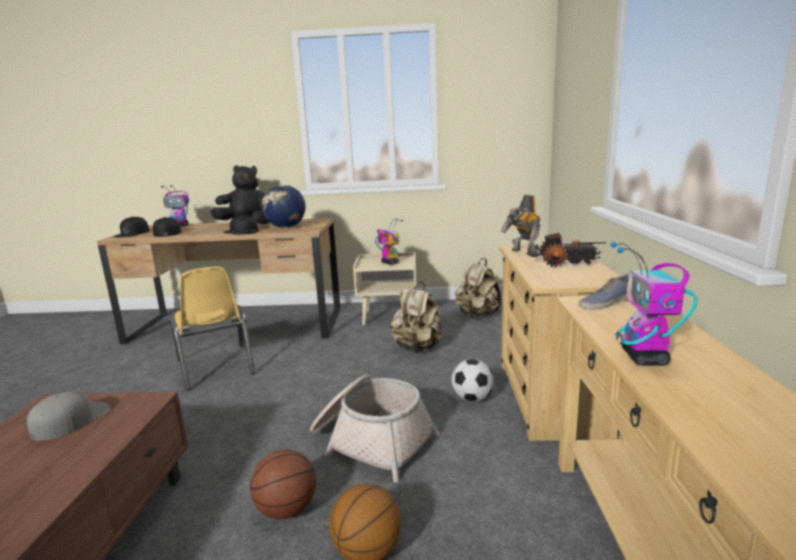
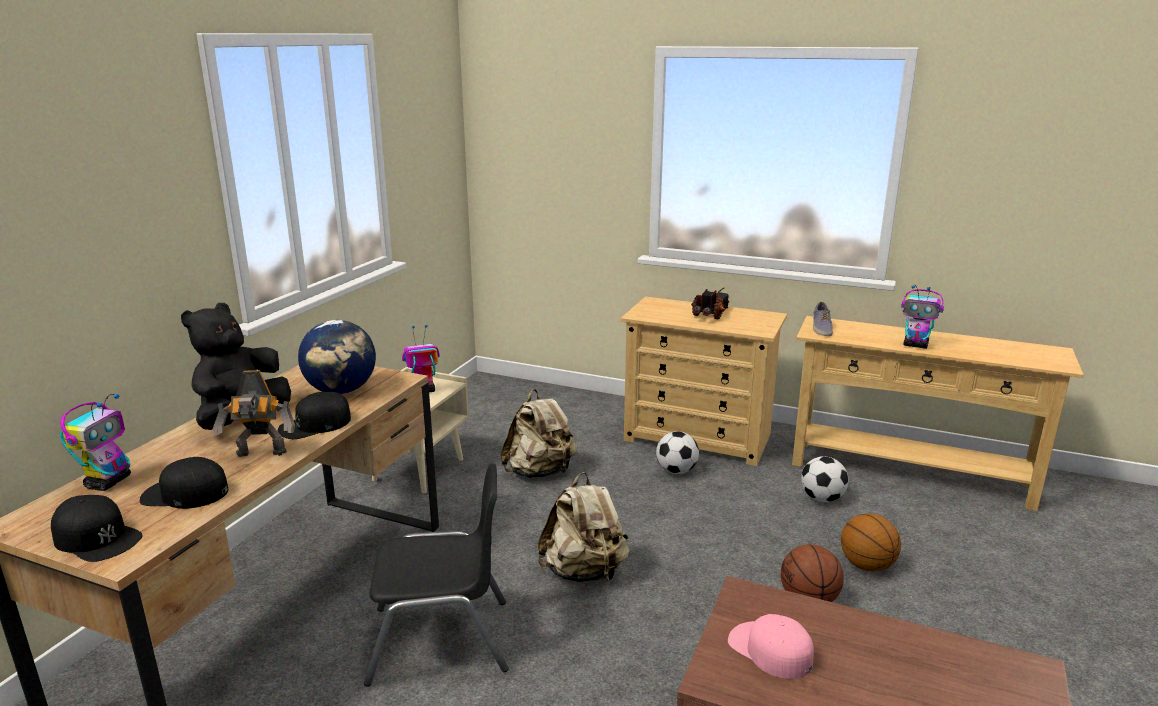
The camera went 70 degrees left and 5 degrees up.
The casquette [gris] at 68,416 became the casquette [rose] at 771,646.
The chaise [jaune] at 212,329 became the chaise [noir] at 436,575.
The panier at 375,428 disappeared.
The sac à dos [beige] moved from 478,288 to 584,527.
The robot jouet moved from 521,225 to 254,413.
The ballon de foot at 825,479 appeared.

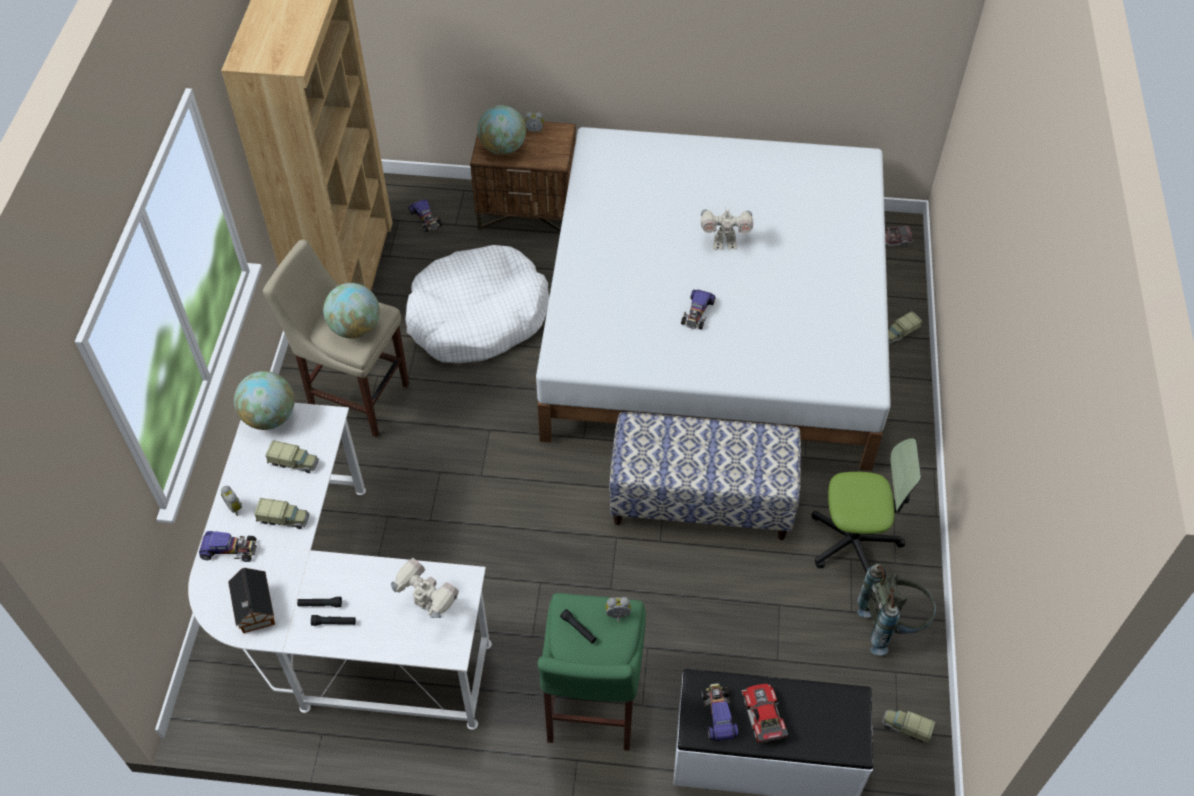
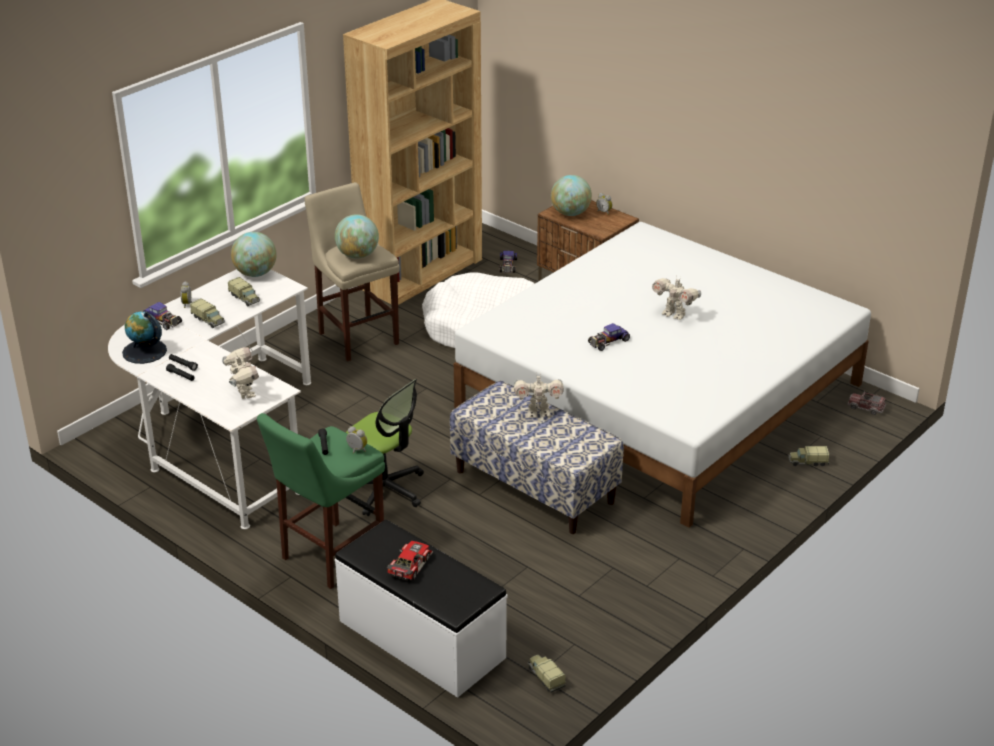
The camera went 35 degrees right and 20 degrees down.
The maison miniature at 251,600 was replaced by the globe at 144,337.
The petite voiture at 720,712 disappeared.
The chaise de bureau moved from 866,505 to 385,447.
The sac à dos [gris] at 896,609 disappeared.
The robot jouet at 539,396 appeared.

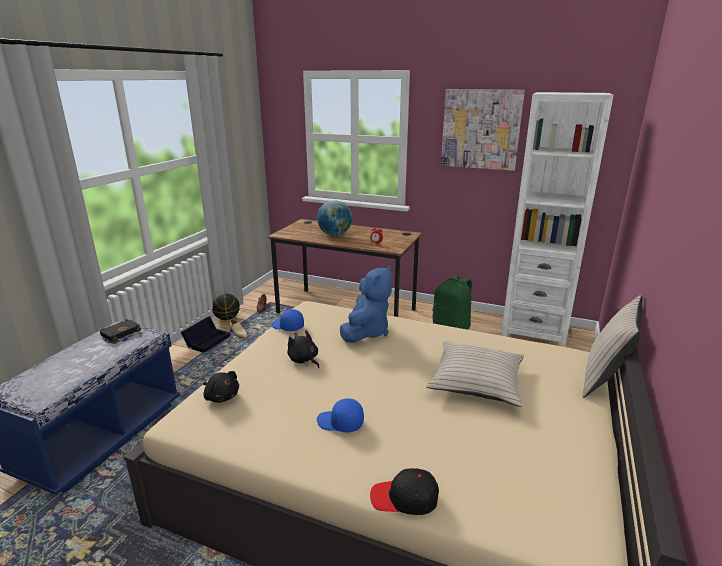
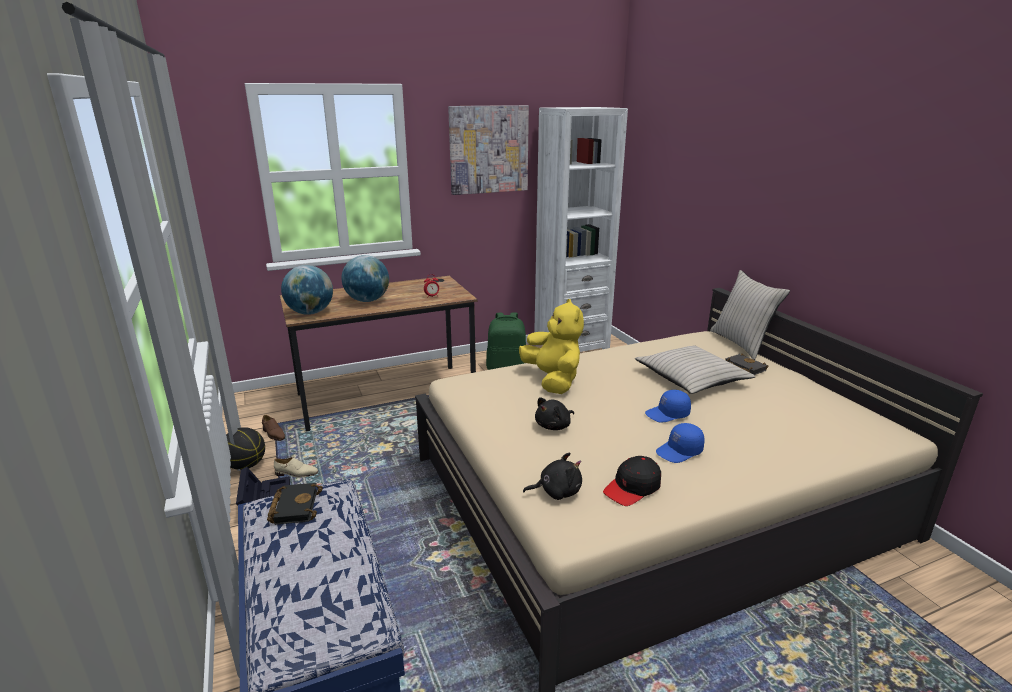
The camera went 45 degrees left and 0 degrees up.
The casquette [bleu] moved from 288,320 to 668,406.
The peluche [noir] at 303,349 turned 45 degrees counterclockwise.
The peluche [bleu] at 366,303 became the peluche [jaune] at 551,346.
The casquette [noir] moved from 404,491 to 632,481.
The globe at 307,290 appeared.
The livre [noir] at 747,364 appeared.

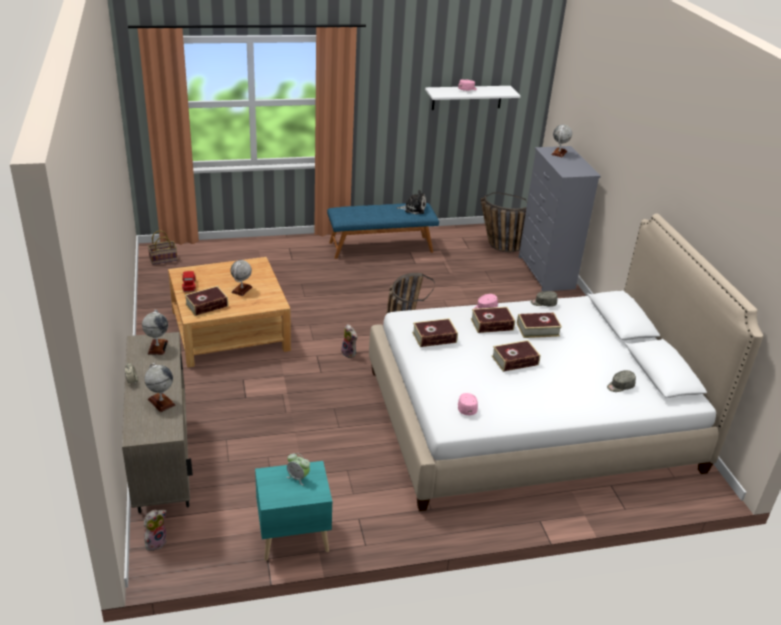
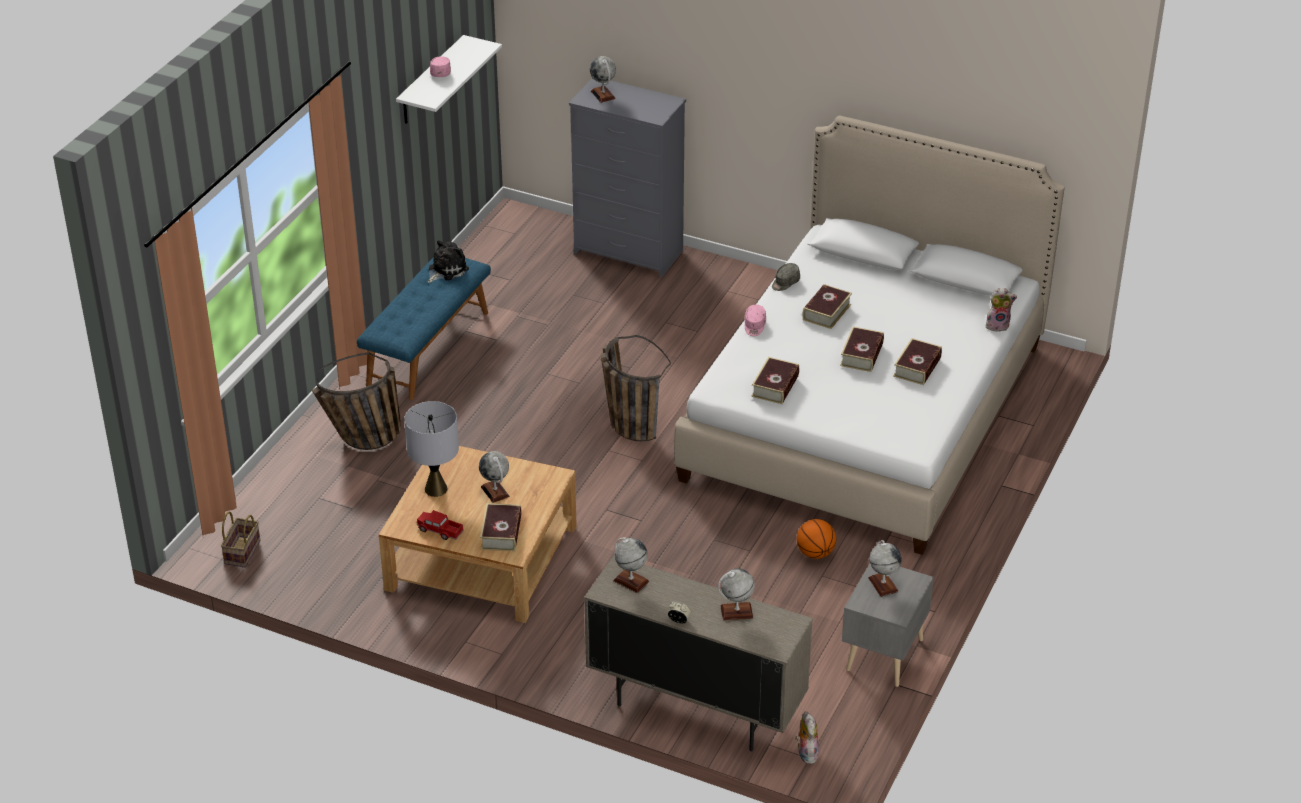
The camera went 50 degrees left and 5 degrees up.
The table de chevet [turquoise] at 293,511 became the table de chevet [gris] at 888,625.
The réveil at 298,469 was replaced by the globe at 885,568.
The peluche moved from 349,341 to 1001,310.
The casquette [rose] at 468,404 disappeared.
The livre moved from 493,320 to 917,361.
The panier moved from 504,222 to 356,401.
The casquette [gris] at 621,381 disappeared.
The lampe de table [gris] at 431,449 appeared.
The ballon de basket at 816,539 appeared.

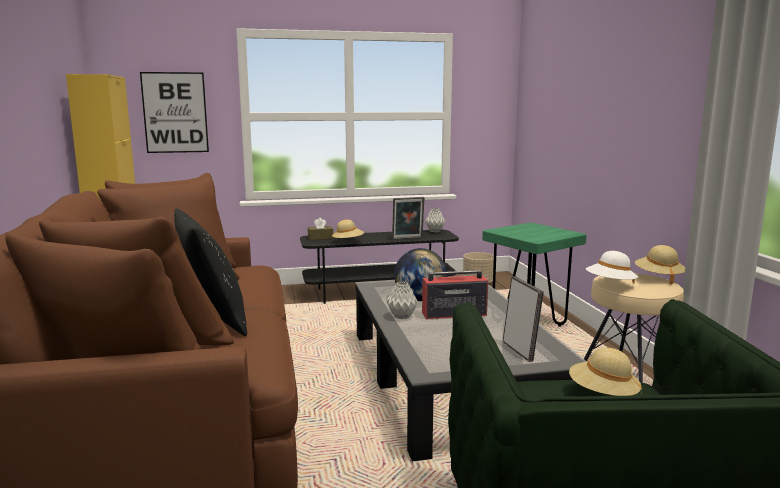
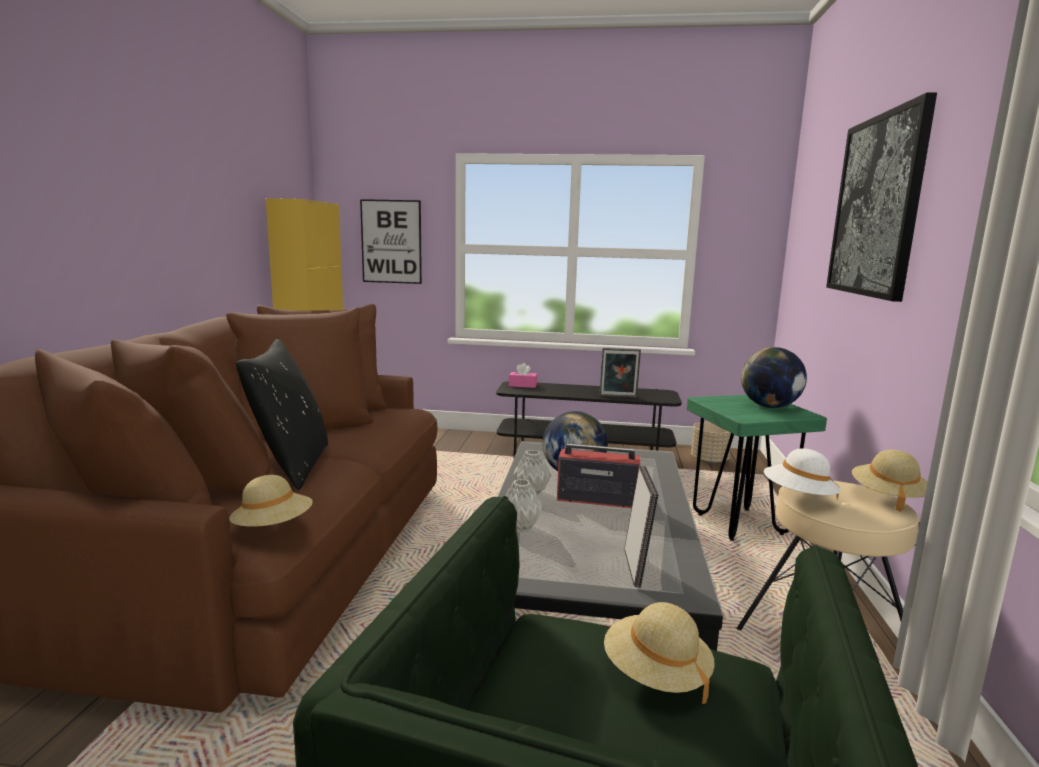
The camera went 20 degrees right and 0 degrees up.
The boîte à mouchoirs [marron] at 320,229 became the boîte à mouchoirs [rose] at 523,375.
The chapeau [beige] moved from 348,229 to 271,501.
The vase [gris] moved from 435,220 to 524,506.
The globe at 774,377 appeared.
The tableau at 881,197 appeared.

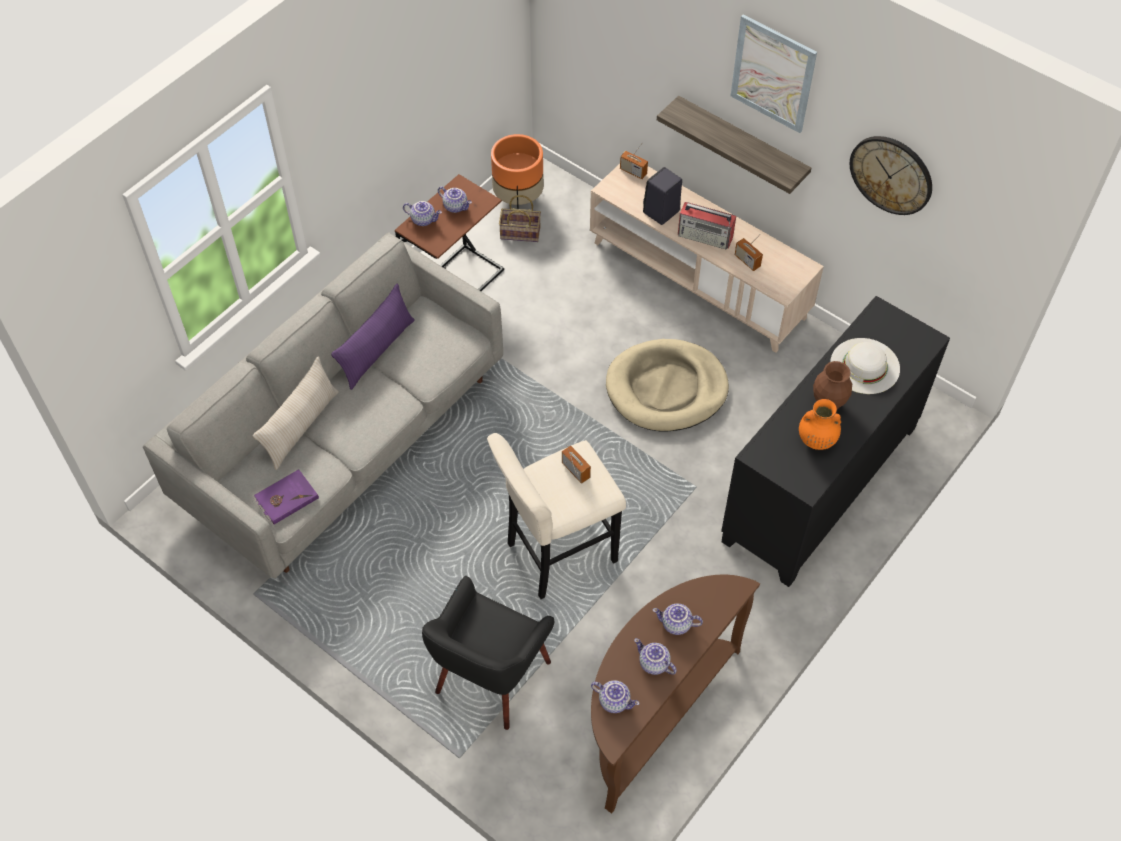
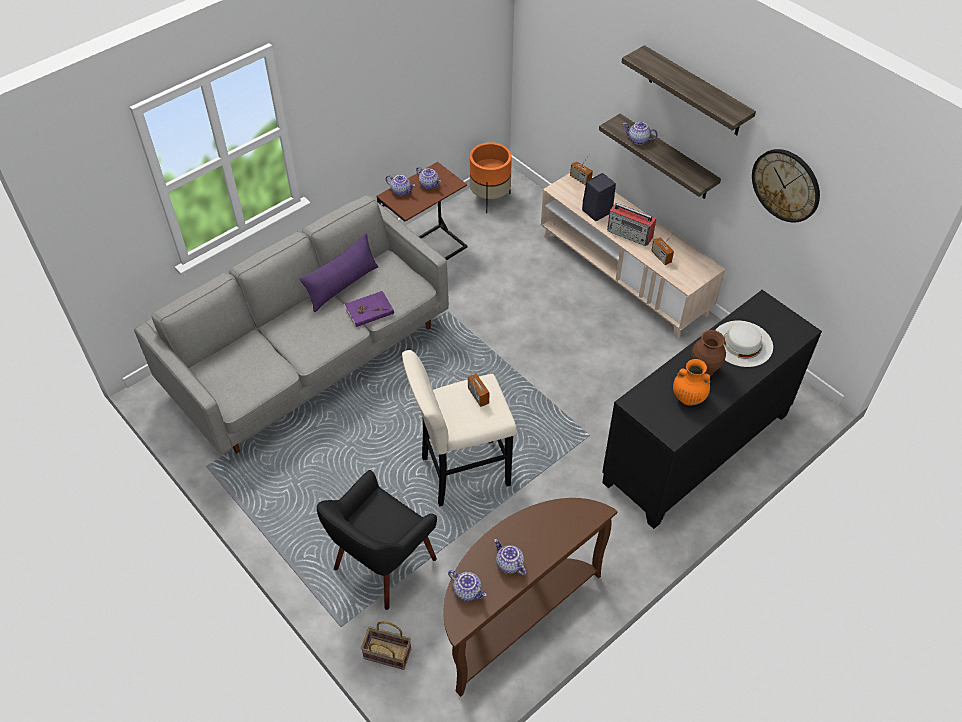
The camera went 10 degrees right and 5 degrees down.
The coussin [beige] at 296,413 disappeared.
The livre [violet] moved from 286,496 to 369,309.
The panier moved from 520,218 to 386,645.
The panier pour chien [beige] at 667,385 disappeared.
The théière moved from 678,619 to 640,133.
The tableau at 773,74 was replaced by the étagère at 688,90.

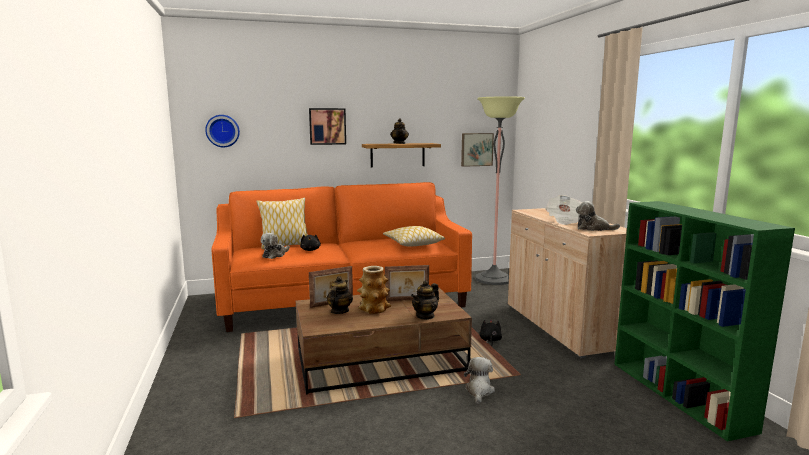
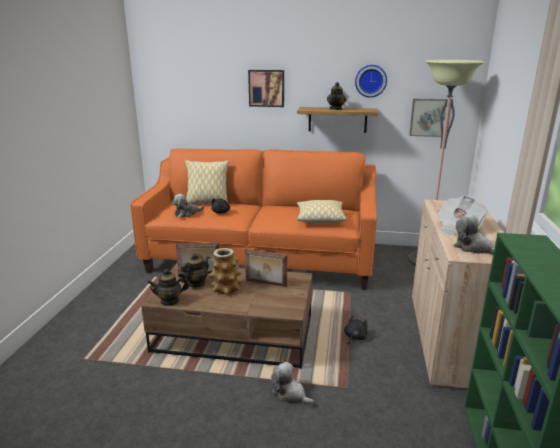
The camera went 25 degrees right and 10 degrees up.
The horloge murale moved from 222,131 to 371,81.
The théière moved from 425,300 to 168,287.
The peluche at 479,380 turned 90 degrees counterclockwise.

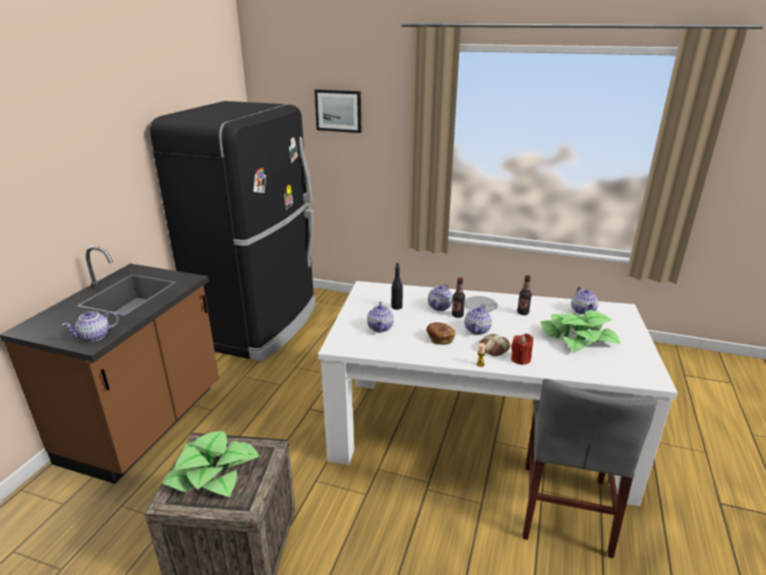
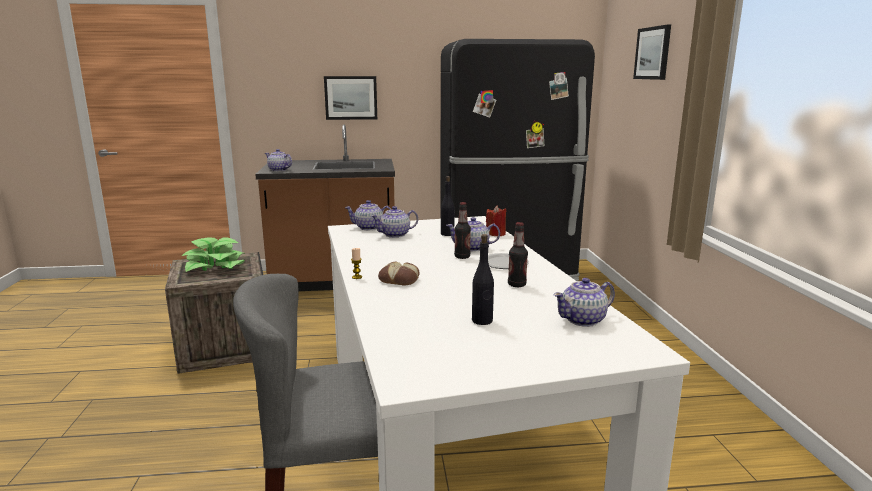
The camera went 65 degrees right and 10 degrees down.
The pain at 440,333 disappeared.
The théière moved from 478,319 to 368,215.
The bougie [rouge] moved from 522,349 to 496,220.
The plante en pot at 581,331 was replaced by the bouteille [noir] at 483,279.
The tableau at 350,98 appeared.

